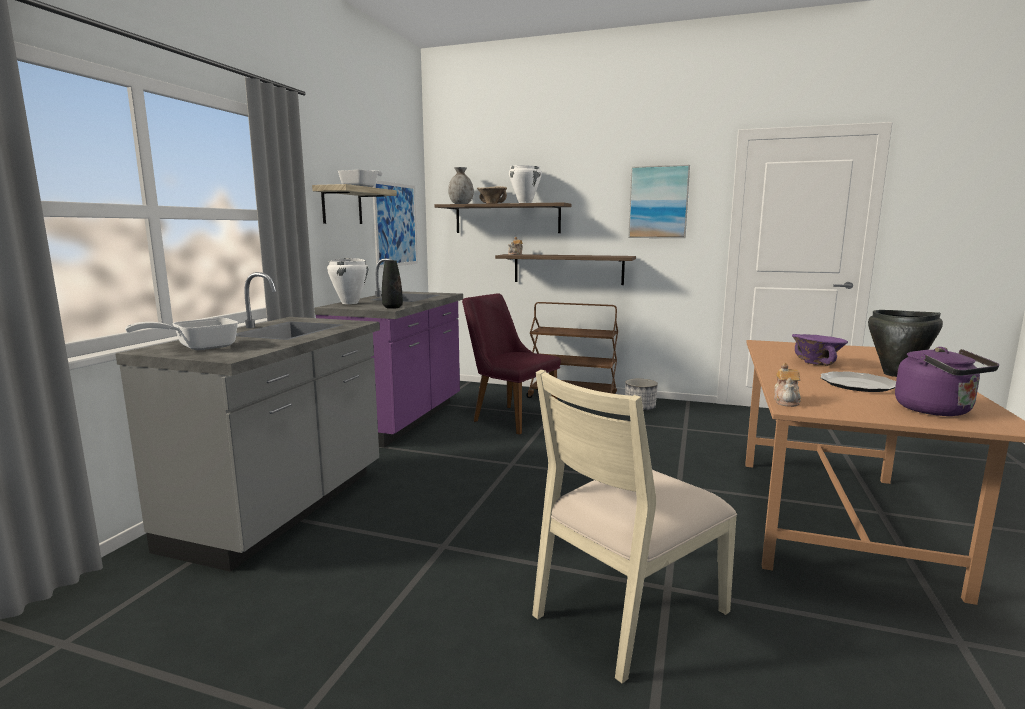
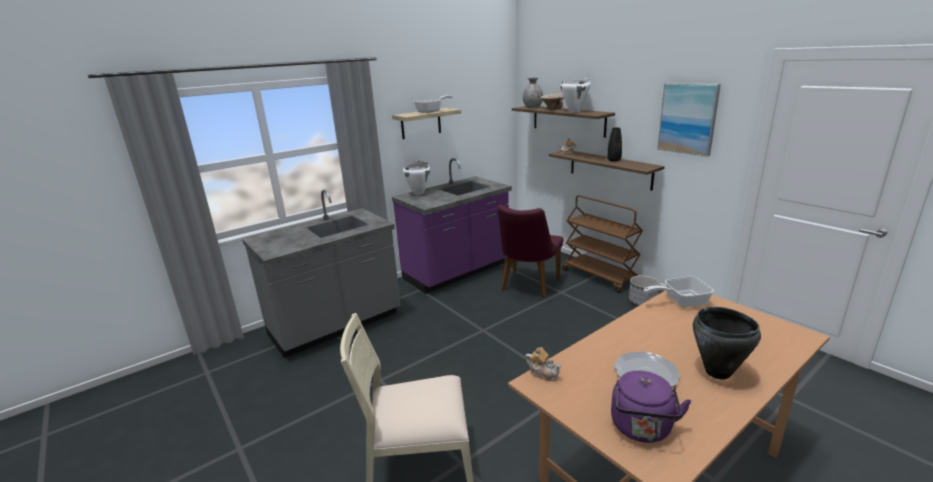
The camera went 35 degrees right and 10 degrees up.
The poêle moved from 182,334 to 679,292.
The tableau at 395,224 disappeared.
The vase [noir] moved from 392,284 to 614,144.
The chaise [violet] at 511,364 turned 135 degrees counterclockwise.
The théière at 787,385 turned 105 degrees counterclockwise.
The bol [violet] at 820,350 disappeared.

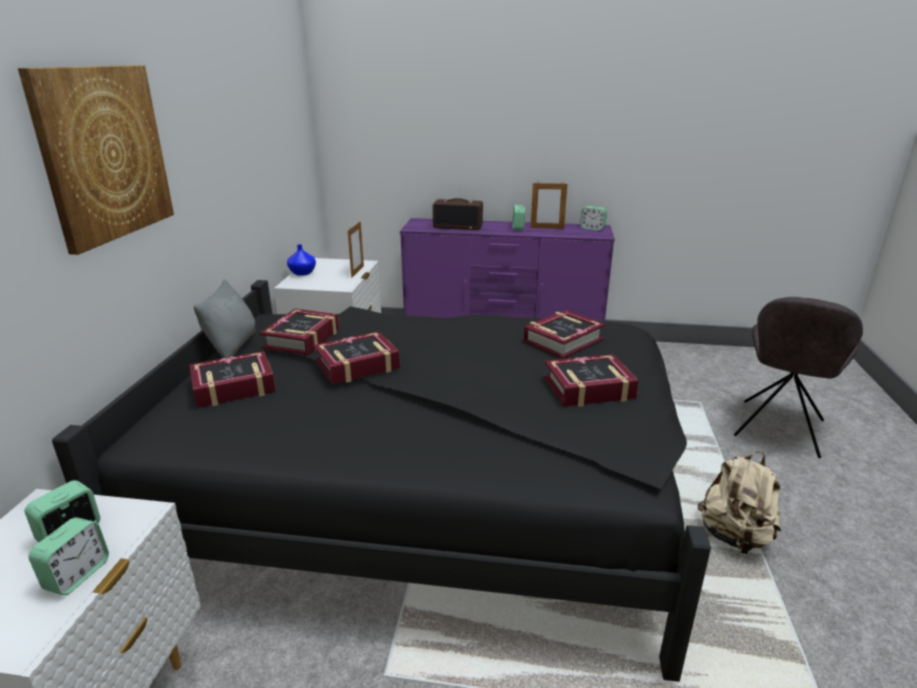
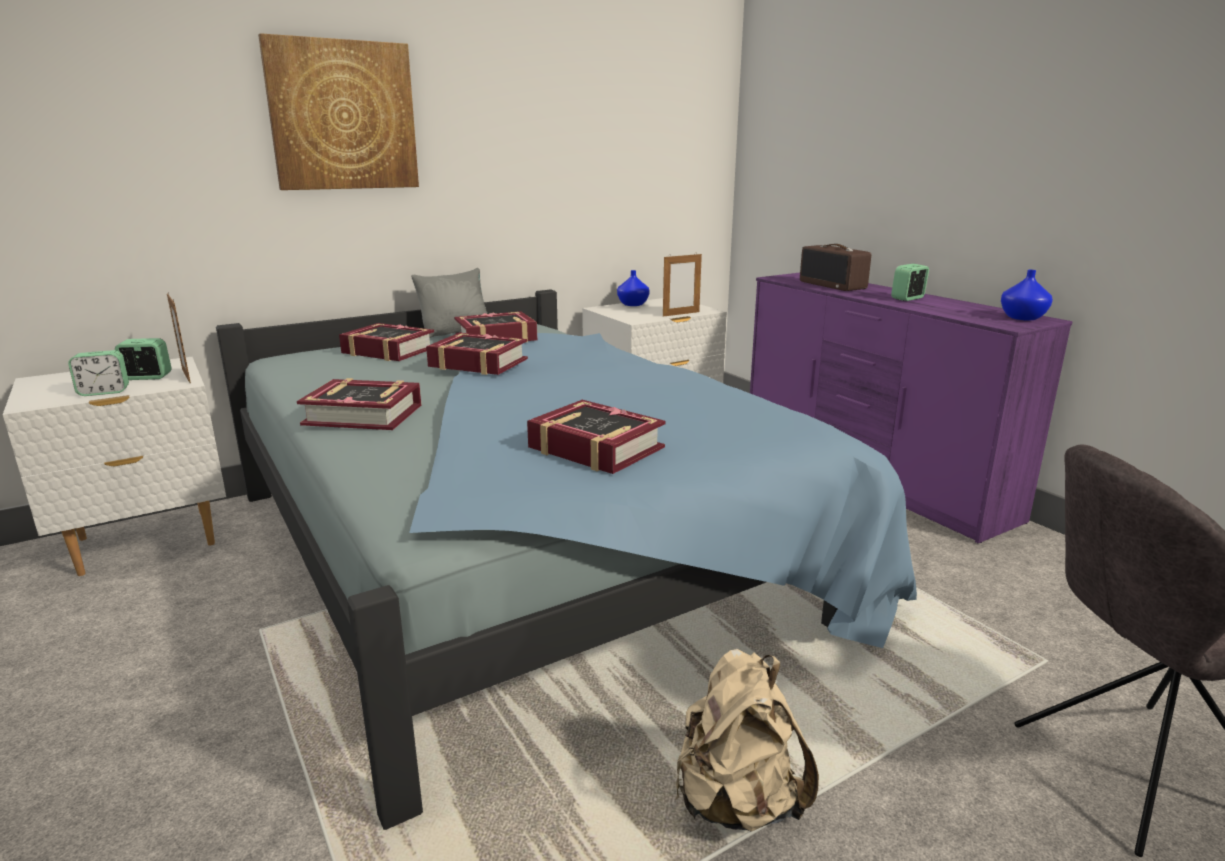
The camera went 50 degrees right and 5 degrees down.
The lit [noir] at 381,481 became the lit [bleu] at 566,559.
The livre moved from 565,334 to 359,404.
The cadre photo moved from 549,206 to 179,337.
The réveil at 593,218 was replaced by the vase [bleu] at 1027,295.

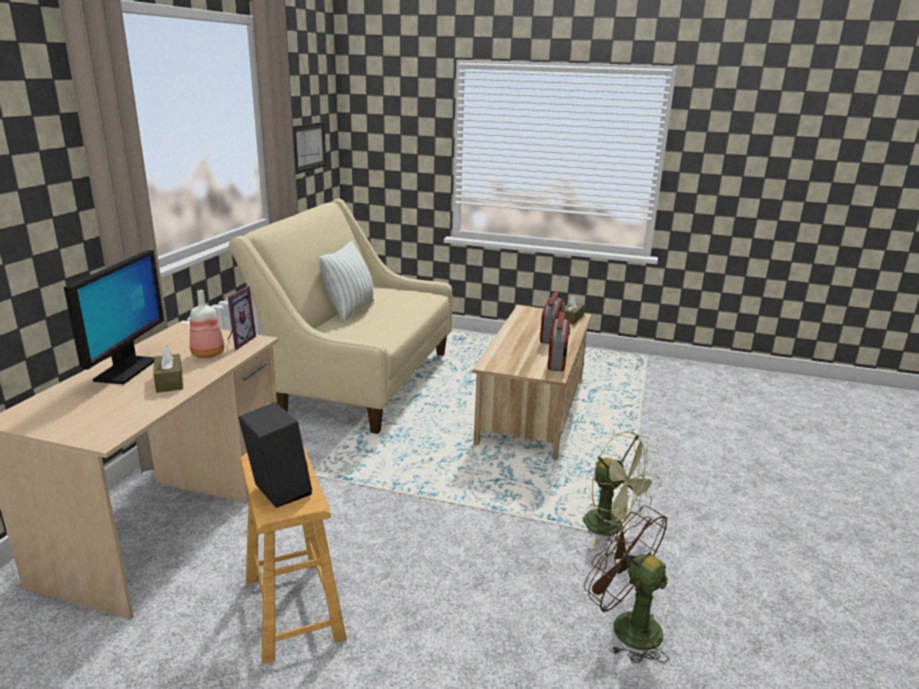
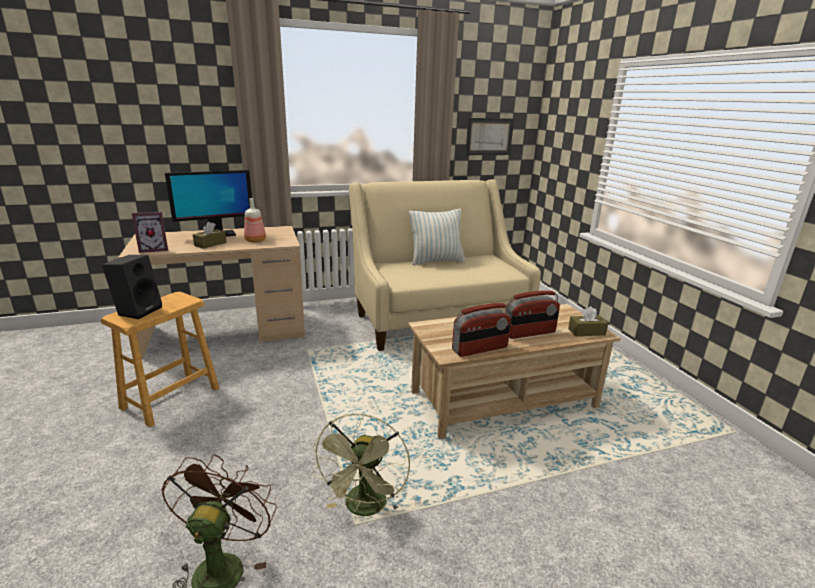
The camera went 55 degrees right and 0 degrees up.
The cadre photo moved from 242,318 to 150,232.

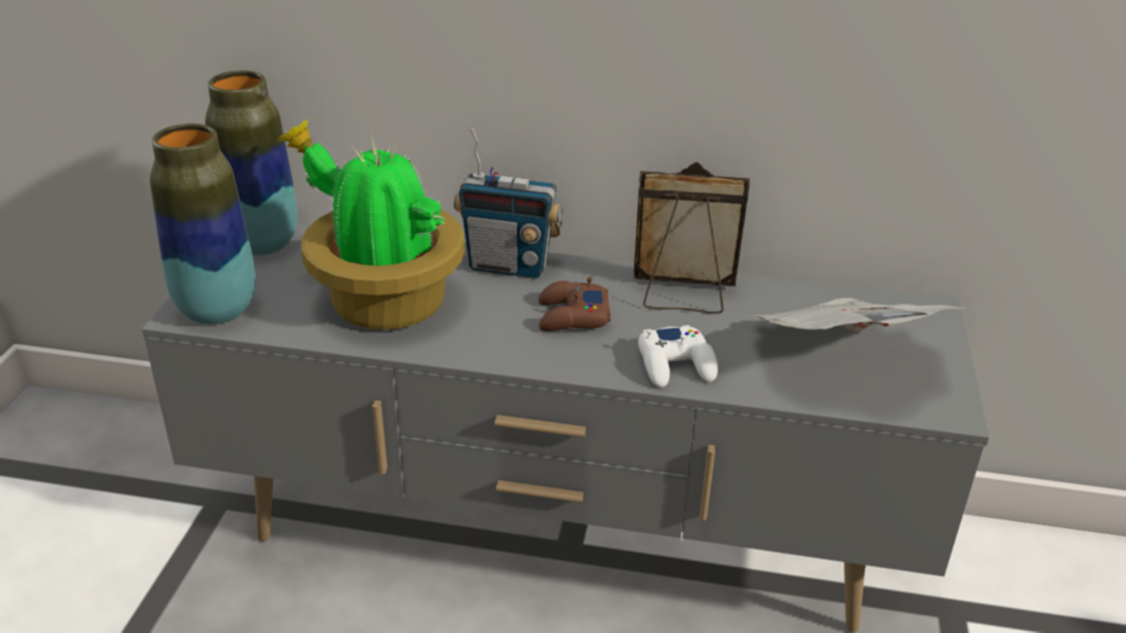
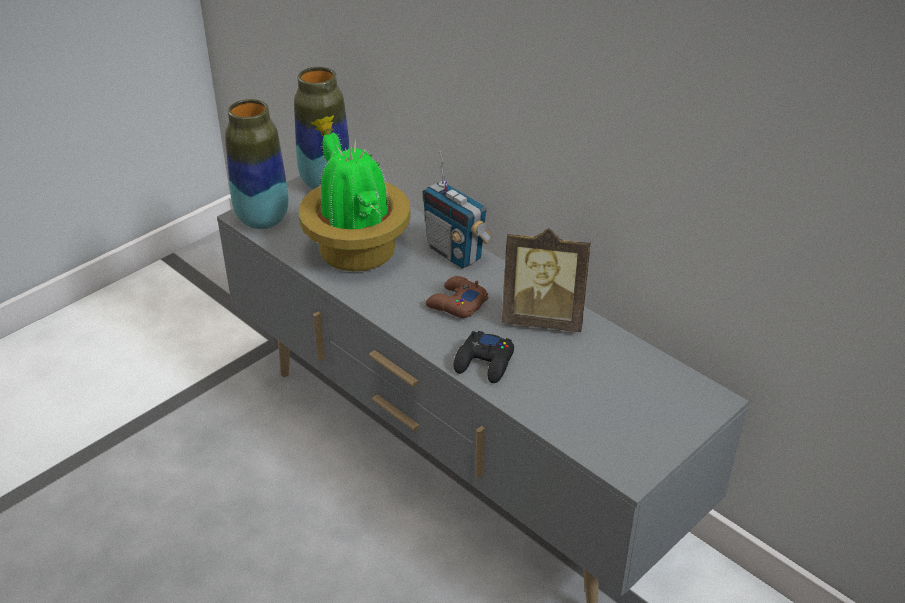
The camera went 35 degrees right and 5 degrees up.
The cadre photo at 692,237 turned 150 degrees clockwise.
The manette [blanc] at 678,356 became the manette [noir] at 483,357.
The journal at 859,315 disappeared.

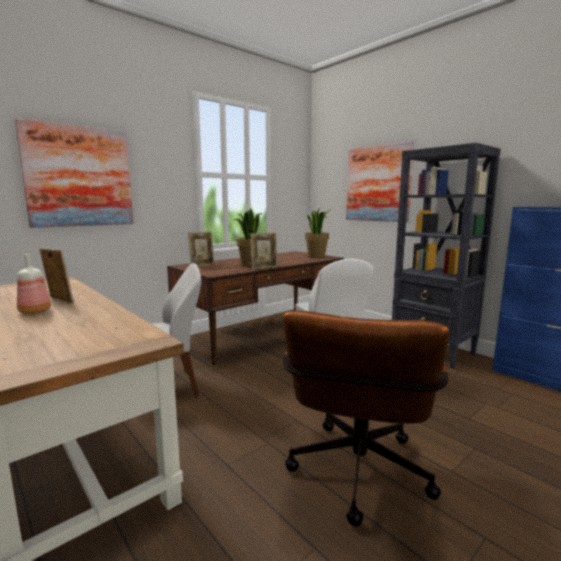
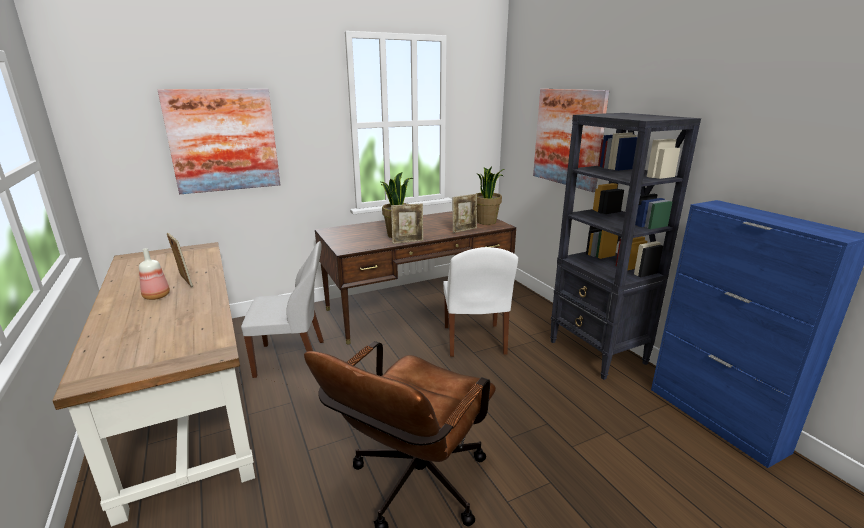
The camera went 15 degrees right and 10 degrees up.
The cadre photo moved from 201,249 to 464,213.

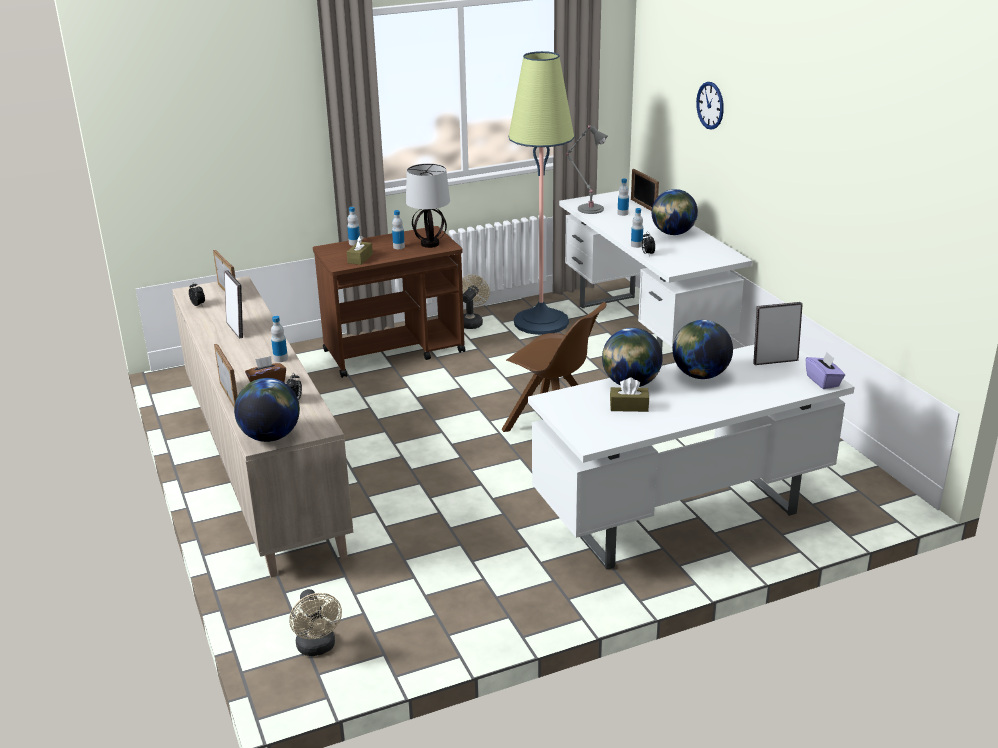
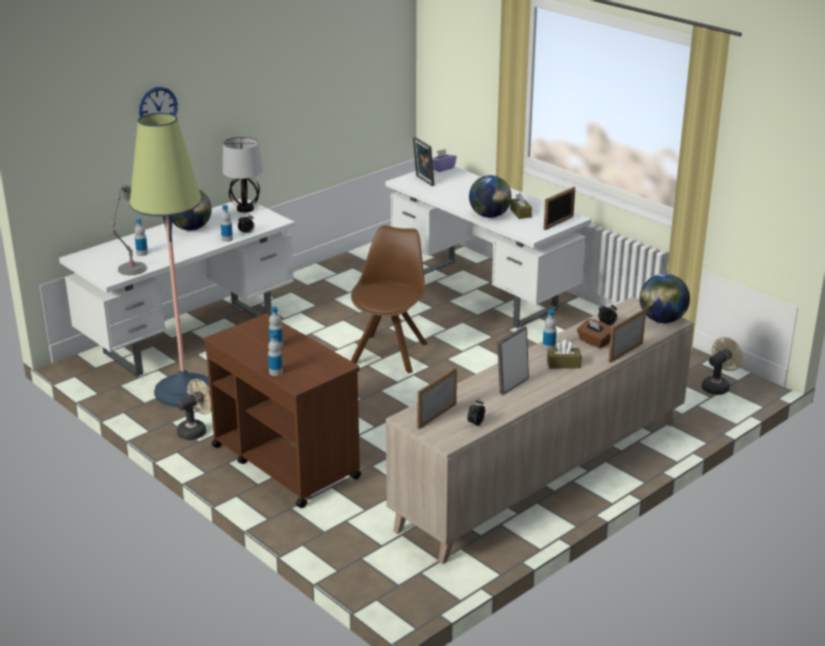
The camera went 110 degrees left and 0 degrees up.
The boîte à mouchoirs [marron] moved from 360,250 to 564,354.
The lampe de table moved from 428,205 to 243,174.
The ventilateur [beige] at 476,302 turned 135 degrees clockwise.
The cadre photo moved from 645,190 to 559,208.
The globe at 703,349 disappeared.

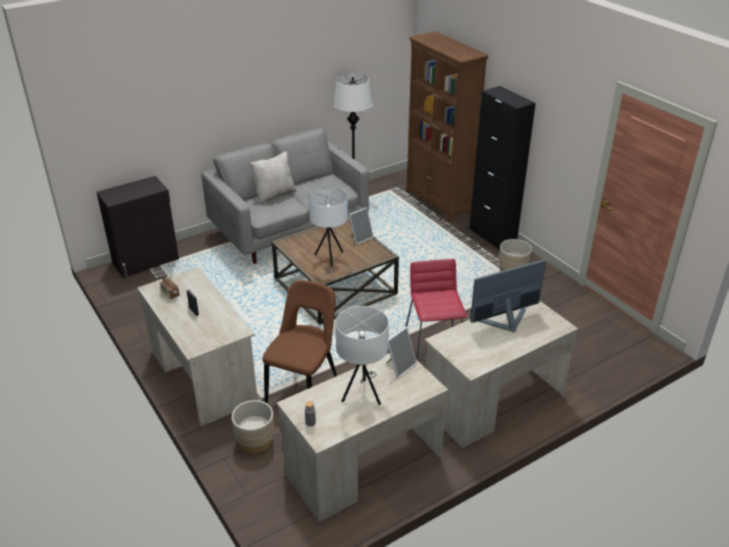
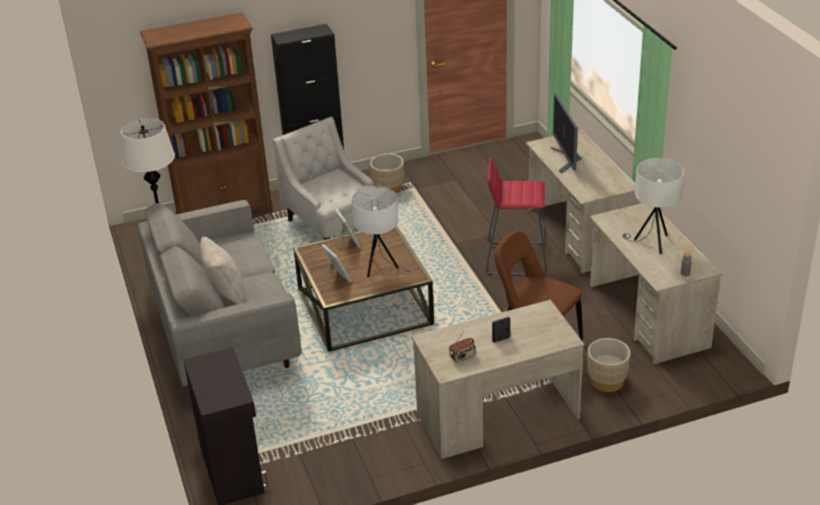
The camera went 75 degrees left and 0 degrees up.
The cadre photo moved from 401,352 to 336,265.
The fauteuil [blanc] at 326,178 appeared.

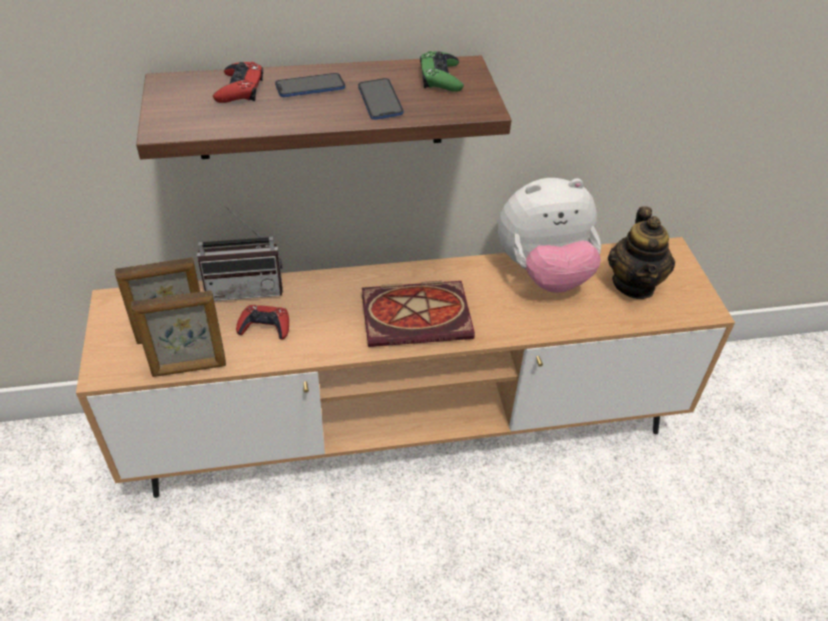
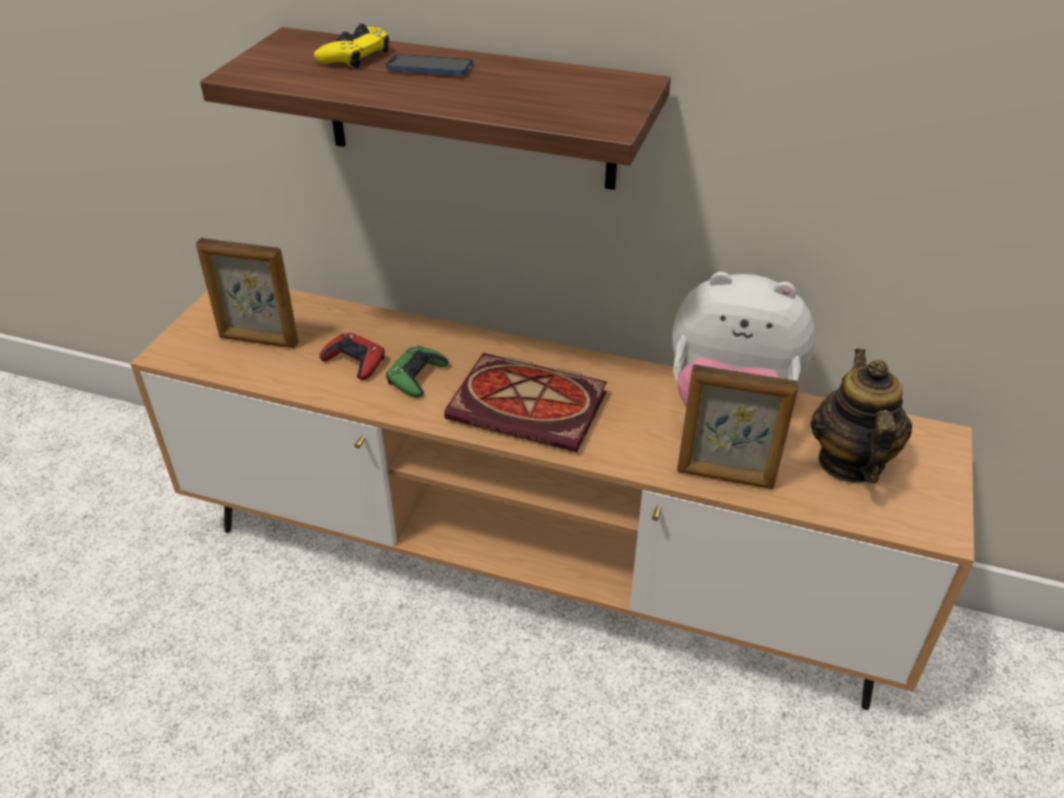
The camera went 30 degrees right and 5 degrees down.
The cadre photo moved from 178,333 to 738,426.
The radio at 240,253 disappeared.
The manette [rouge] at 238,82 became the manette [jaune] at 351,46.
The téléphone at 381,99 disappeared.
The manette [vert] moved from 442,71 to 417,372.
The théière at 641,252 turned 150 degrees clockwise.

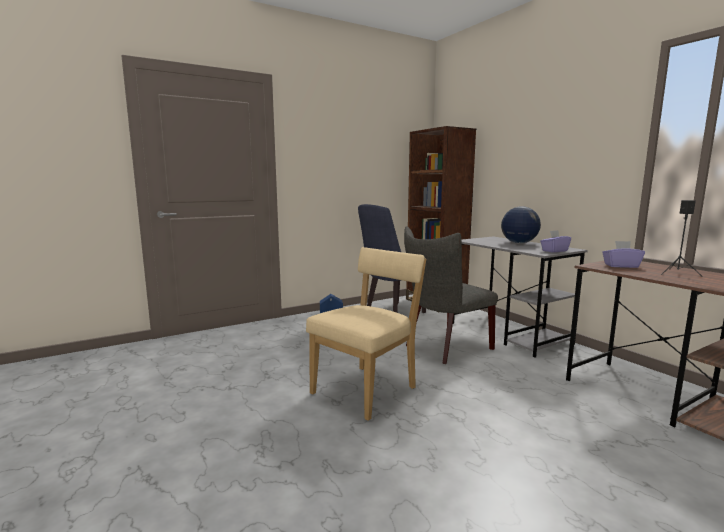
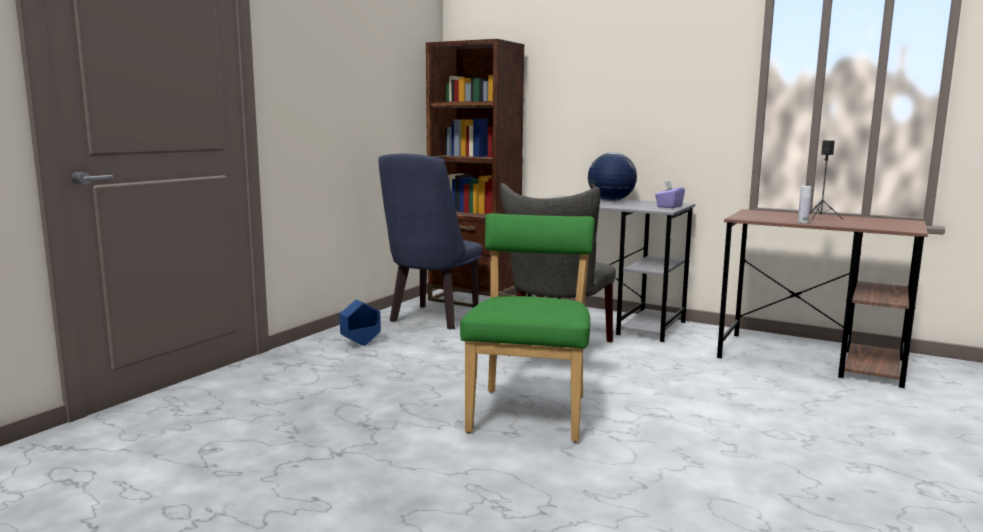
The camera went 30 degrees left and 0 degrees up.
The chaise [beige] at 366,334 became the chaise [vert] at 527,327.
The boîte à mouchoirs [violet] at 623,254 disappeared.
The bouteille [blanc] at 805,204 appeared.

